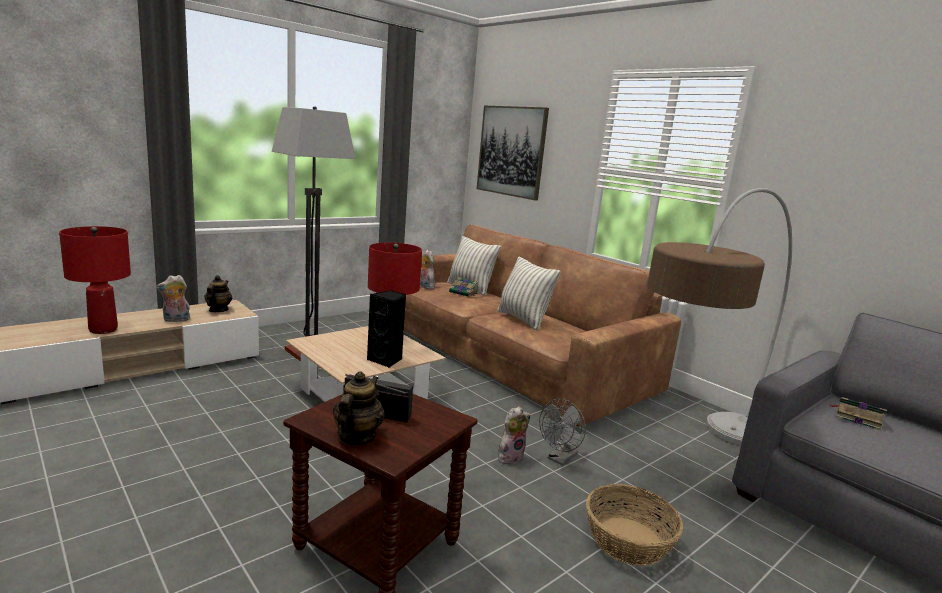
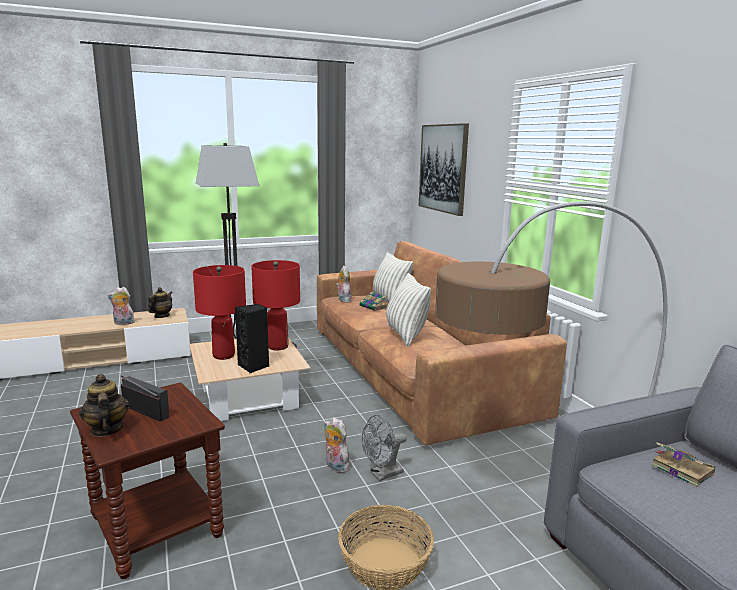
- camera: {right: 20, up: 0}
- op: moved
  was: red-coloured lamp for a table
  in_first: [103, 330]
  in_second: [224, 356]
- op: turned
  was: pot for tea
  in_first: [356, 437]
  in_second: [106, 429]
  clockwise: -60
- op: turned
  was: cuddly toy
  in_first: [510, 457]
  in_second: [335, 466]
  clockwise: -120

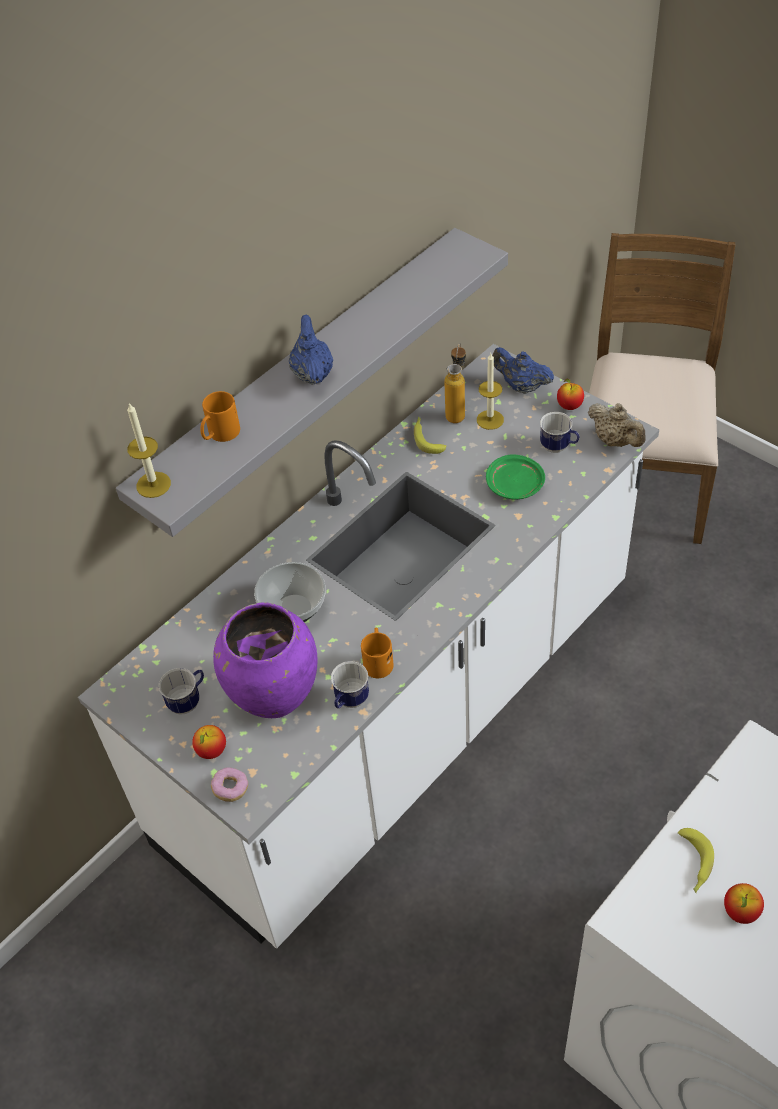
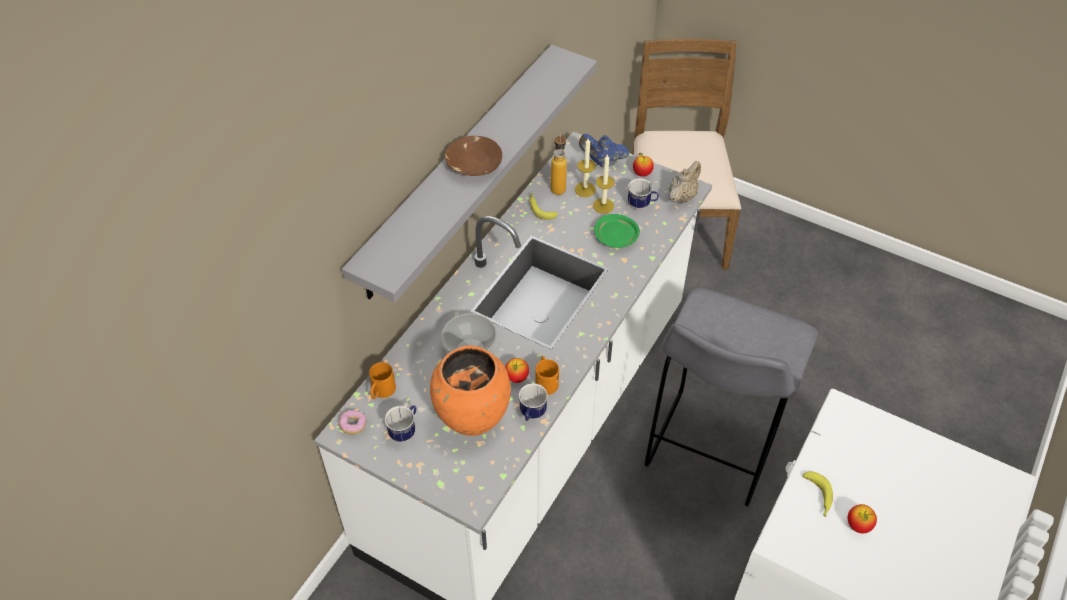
- camera: {right: -15, up: 0}
- op: moved
  was: wax candle
  in_first: [153, 484]
  in_second: [603, 206]
- op: moved
  was: apple
  in_first: [212, 751]
  in_second: [517, 378]
- op: moved
  was: orangey tea mug
  in_first: [220, 435]
  in_second: [381, 392]
- op: moved
  was: ring doughnut
  in_first: [231, 788]
  in_second: [353, 425]
- op: recoloured
  was: purple vase
  now: orangey vase
  in_first: [274, 699]
  in_second: [472, 420]
- op: replaced
  was: blue pot for tea
  now: brown serving bowl
  in_first: [312, 373]
  in_second: [473, 165]
- op: turned
  was: sand-coloured pot for tea
  in_first: [615, 441]
  in_second: [682, 196]
  clockwise: -90
- op: added
  now: gray stool
  in_second: [709, 452]

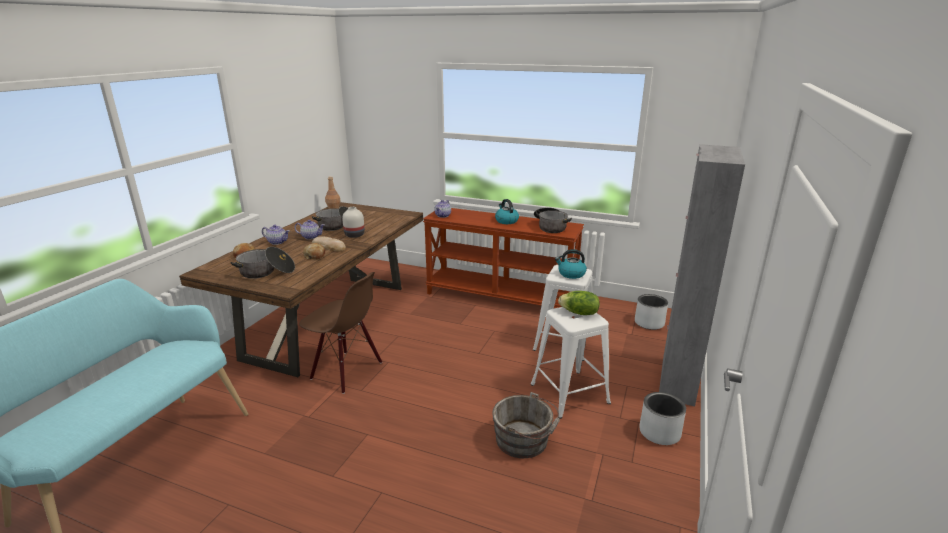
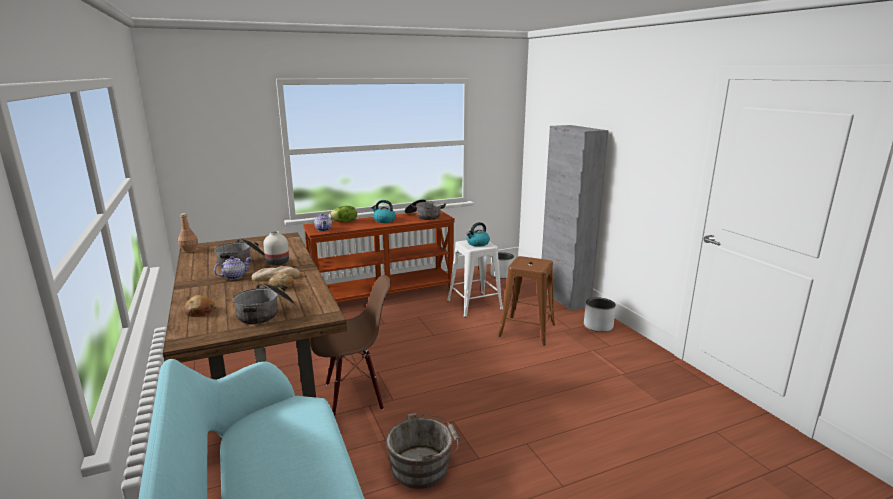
- camera: {right: -45, up: -5}
- op: removed
  was: pot for tea
  in_first: [277, 242]
- op: moved
  was: gray pail
  in_first: [524, 441]
  in_second: [423, 467]
- op: recoloured
  was: white-coloured stool
  now: brown stool
  in_first: [569, 393]
  in_second: [527, 330]
- op: moved
  was: lettuce head
  in_first: [579, 313]
  in_second: [344, 222]

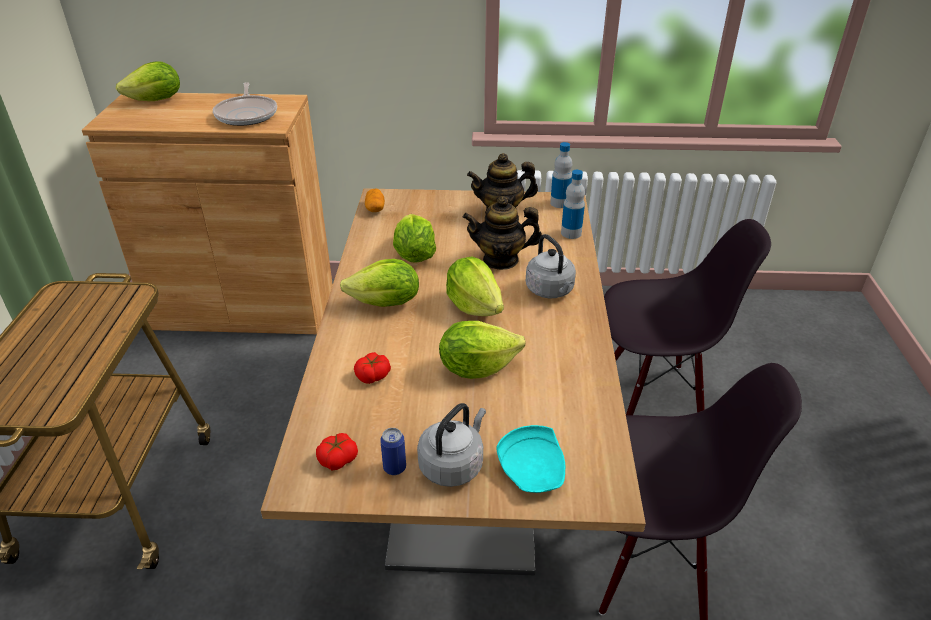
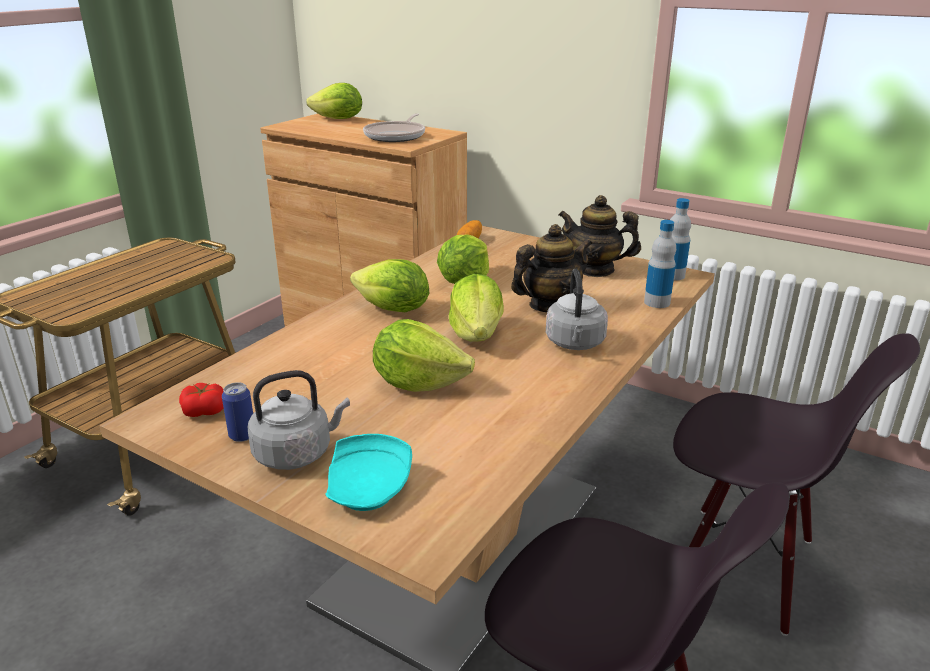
- camera: {right: 30, up: -10}
- op: removed
  was: fresh tomato
  in_first: [373, 375]
- op: turned
  was: pot for tea
  in_first: [501, 260]
  in_second: [549, 305]
  clockwise: 120

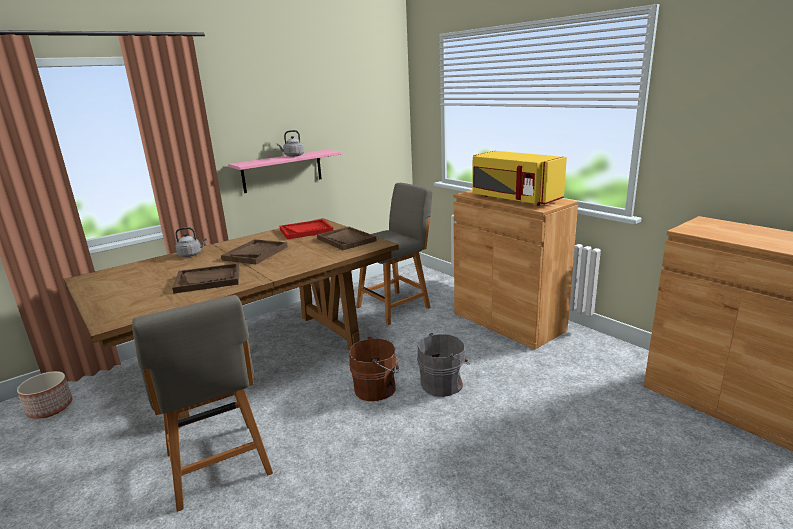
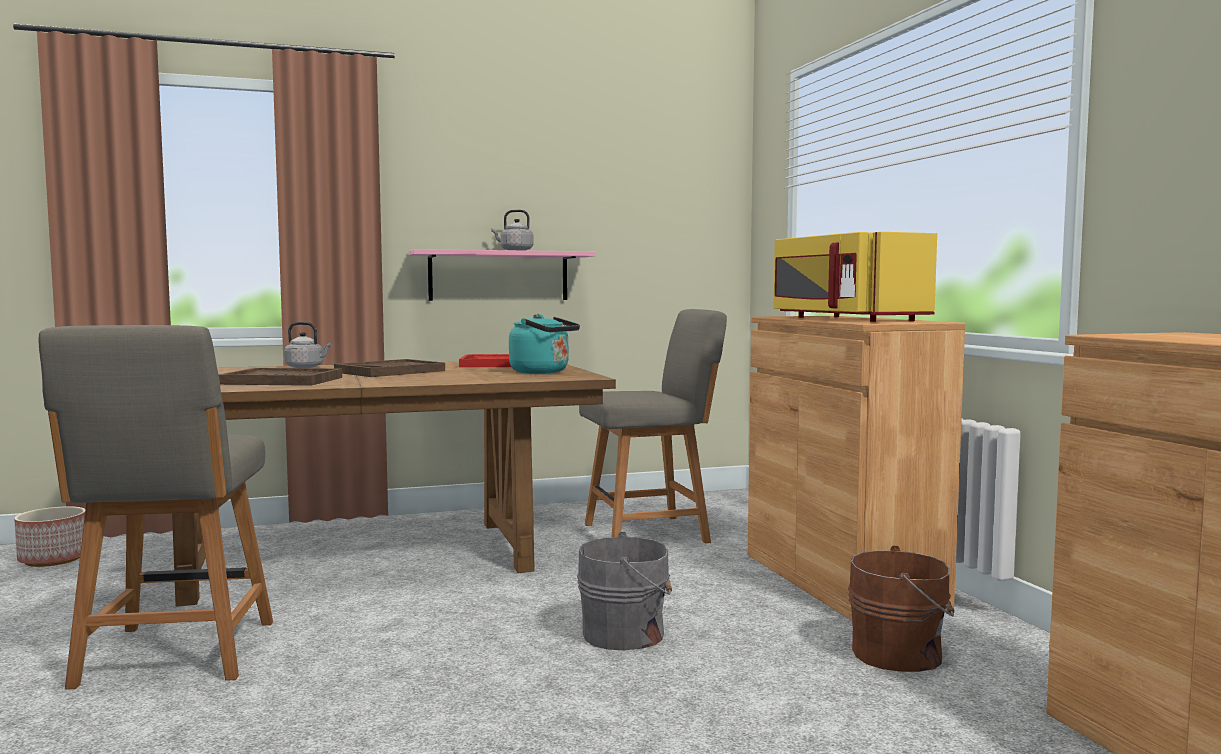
- camera: {right: 20, up: -15}
- op: replaced
  was: brown carrying tray
  now: blue-green tea kettle
  in_first: [346, 240]
  in_second: [543, 372]
- op: moved
  was: brown pail
  in_first: [377, 388]
  in_second: [901, 654]

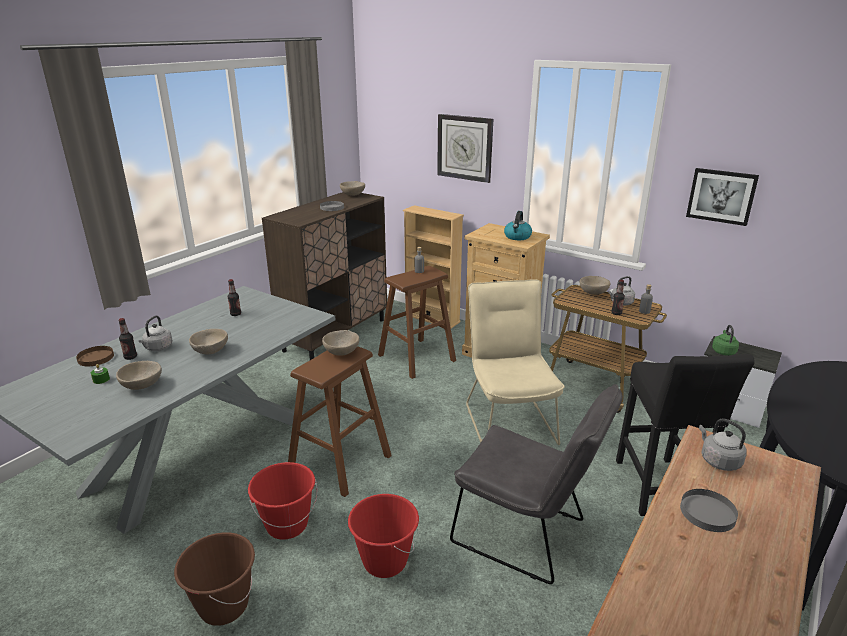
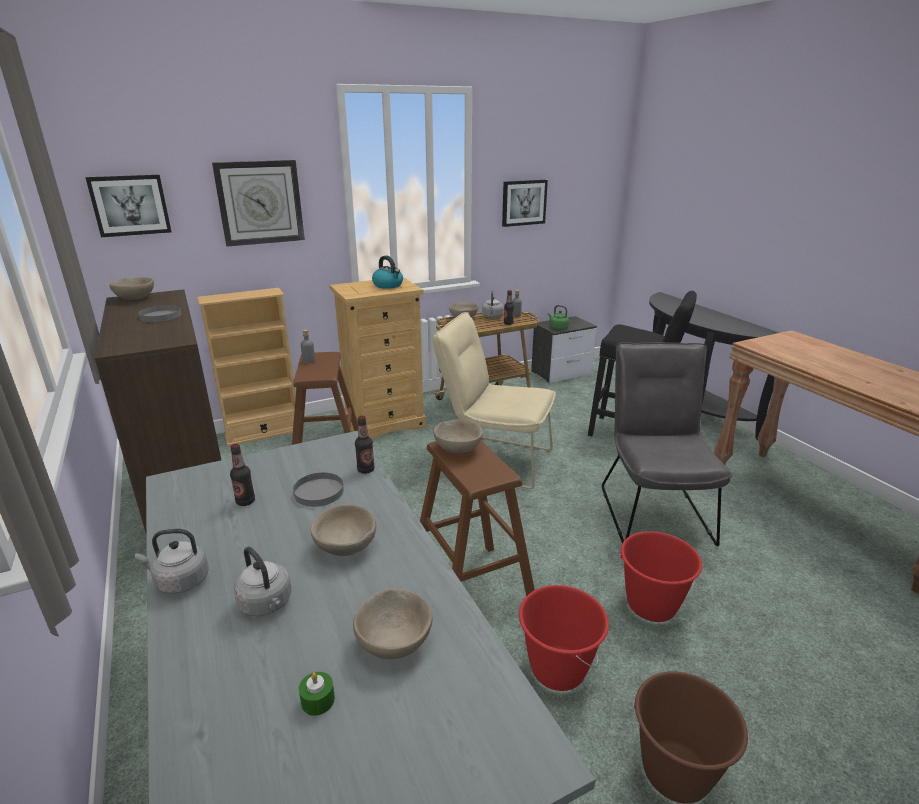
- camera: {right: -60, up: 0}
- op: removed
  was: brown dinner plate
  in_first: [96, 358]
- op: moved
  was: bottle
  in_first: [130, 357]
  in_second: [365, 470]
- op: turned
  was: gray chair
  in_first: [527, 535]
  in_second: [652, 509]
  clockwise: -60
- op: moved
  was: gray dinner plate
  in_first: [707, 512]
  in_second: [318, 492]
- op: moved
  was: gray tea kettle
  in_first: [718, 461]
  in_second: [180, 581]
- op: added
  now: picture
  in_second: [130, 205]

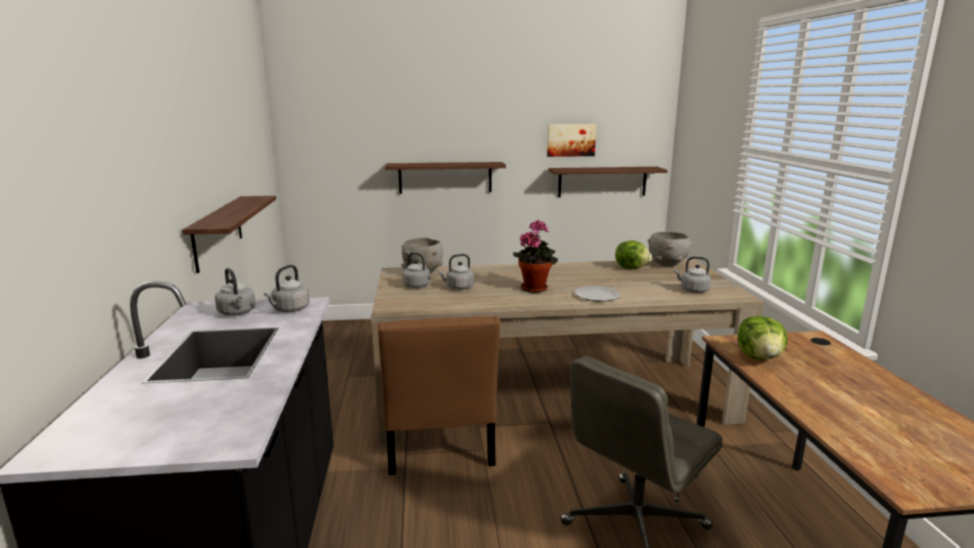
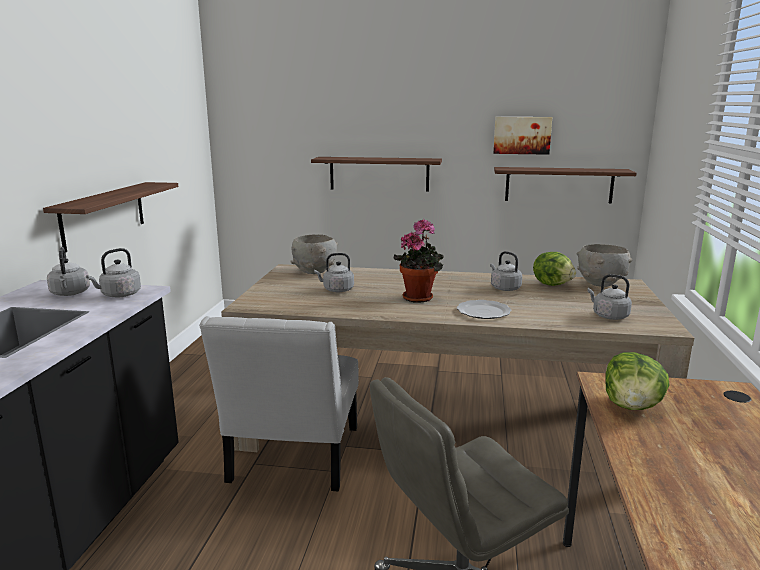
- camera: {right: 15, up: 0}
- op: recoloured
  was: brown chair
  now: white-coloured chair
  in_first: [439, 445]
  in_second: [292, 459]
- op: moved
  was: gray tea kettle
  in_first: [415, 285]
  in_second: [504, 288]

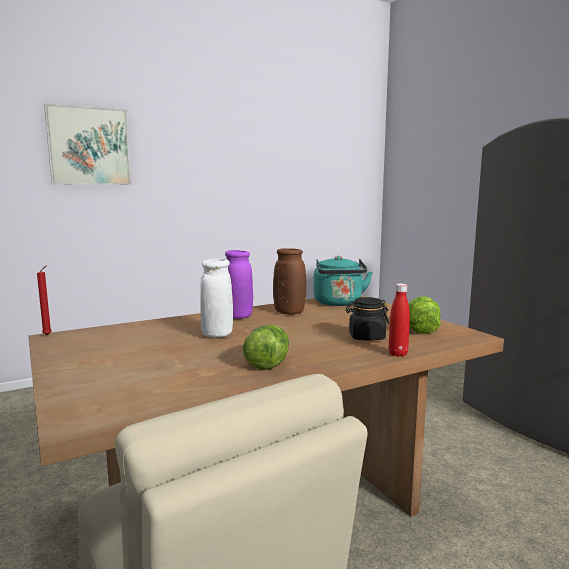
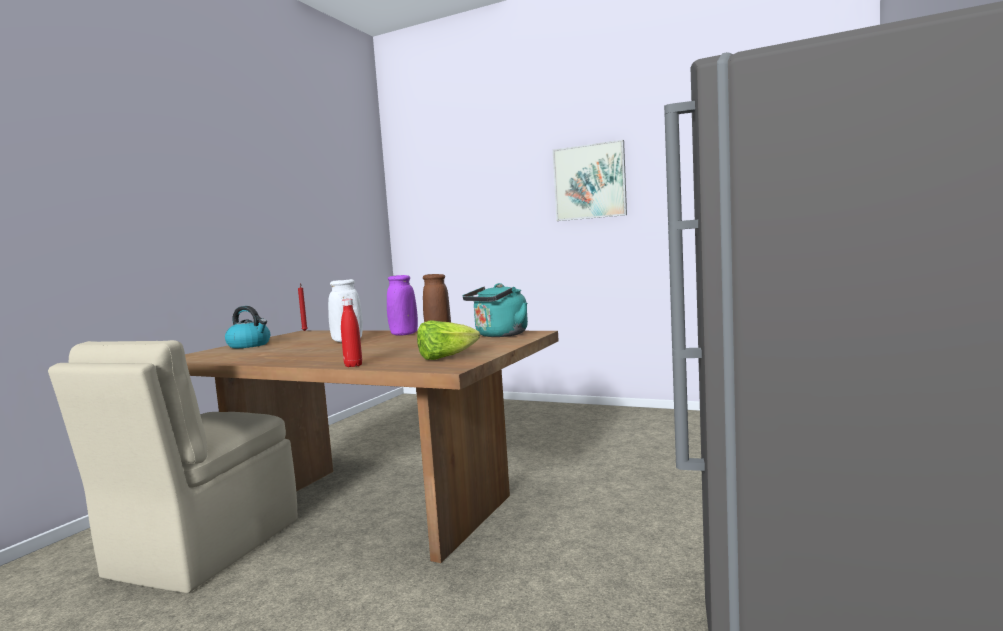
- camera: {right: 55, up: -5}
- op: moved
  was: picture
  in_first: [89, 146]
  in_second: [589, 182]
- op: removed
  was: lettuce head
  in_first: [267, 362]
- op: removed
  was: black preserve jar
  in_first: [366, 337]
- op: added
  now: tea kettle
  in_second: [250, 345]

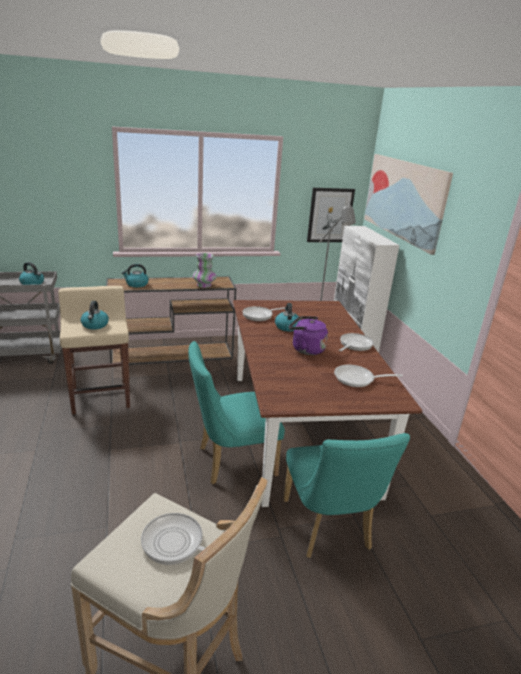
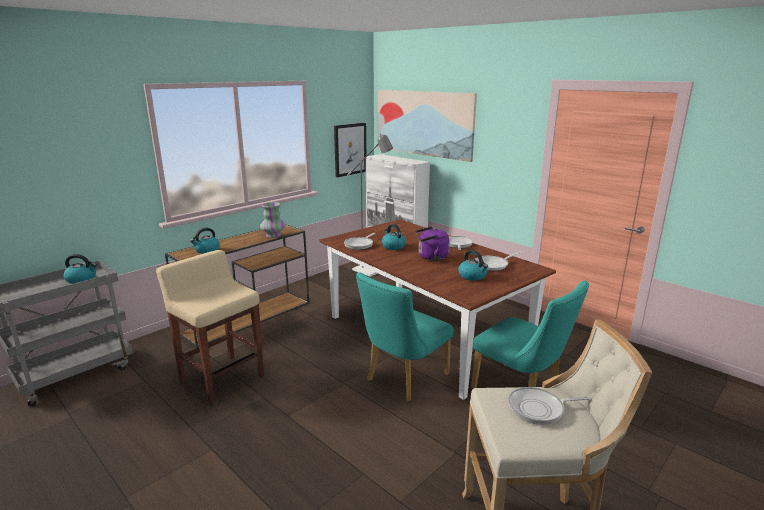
- camera: {right: -30, up: -5}
- op: moved
  was: tea kettle
  in_first: [95, 325]
  in_second: [473, 276]

